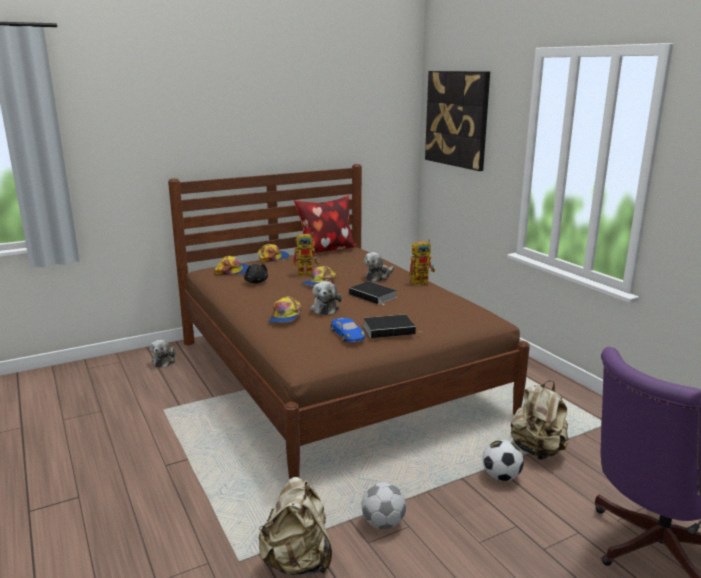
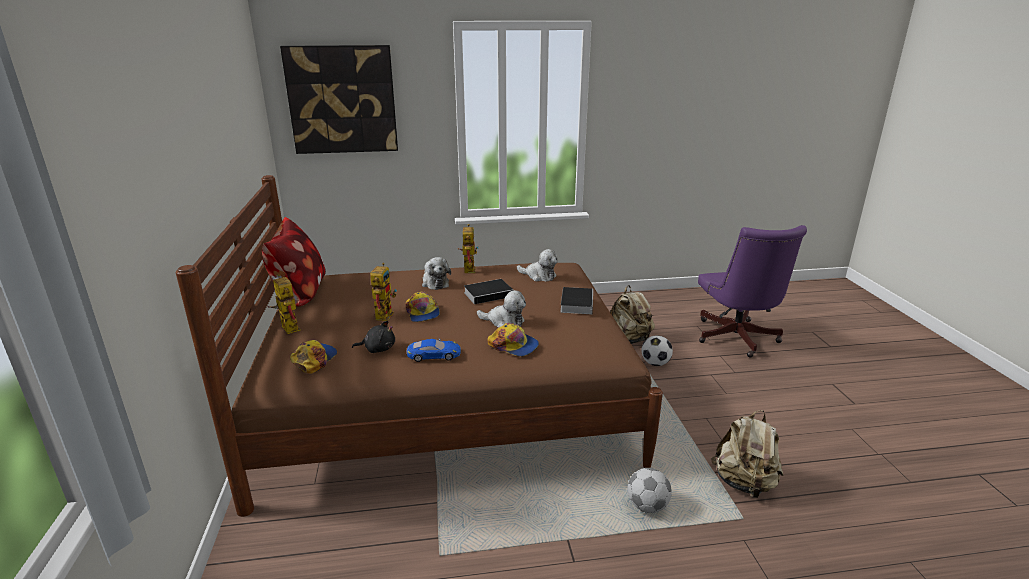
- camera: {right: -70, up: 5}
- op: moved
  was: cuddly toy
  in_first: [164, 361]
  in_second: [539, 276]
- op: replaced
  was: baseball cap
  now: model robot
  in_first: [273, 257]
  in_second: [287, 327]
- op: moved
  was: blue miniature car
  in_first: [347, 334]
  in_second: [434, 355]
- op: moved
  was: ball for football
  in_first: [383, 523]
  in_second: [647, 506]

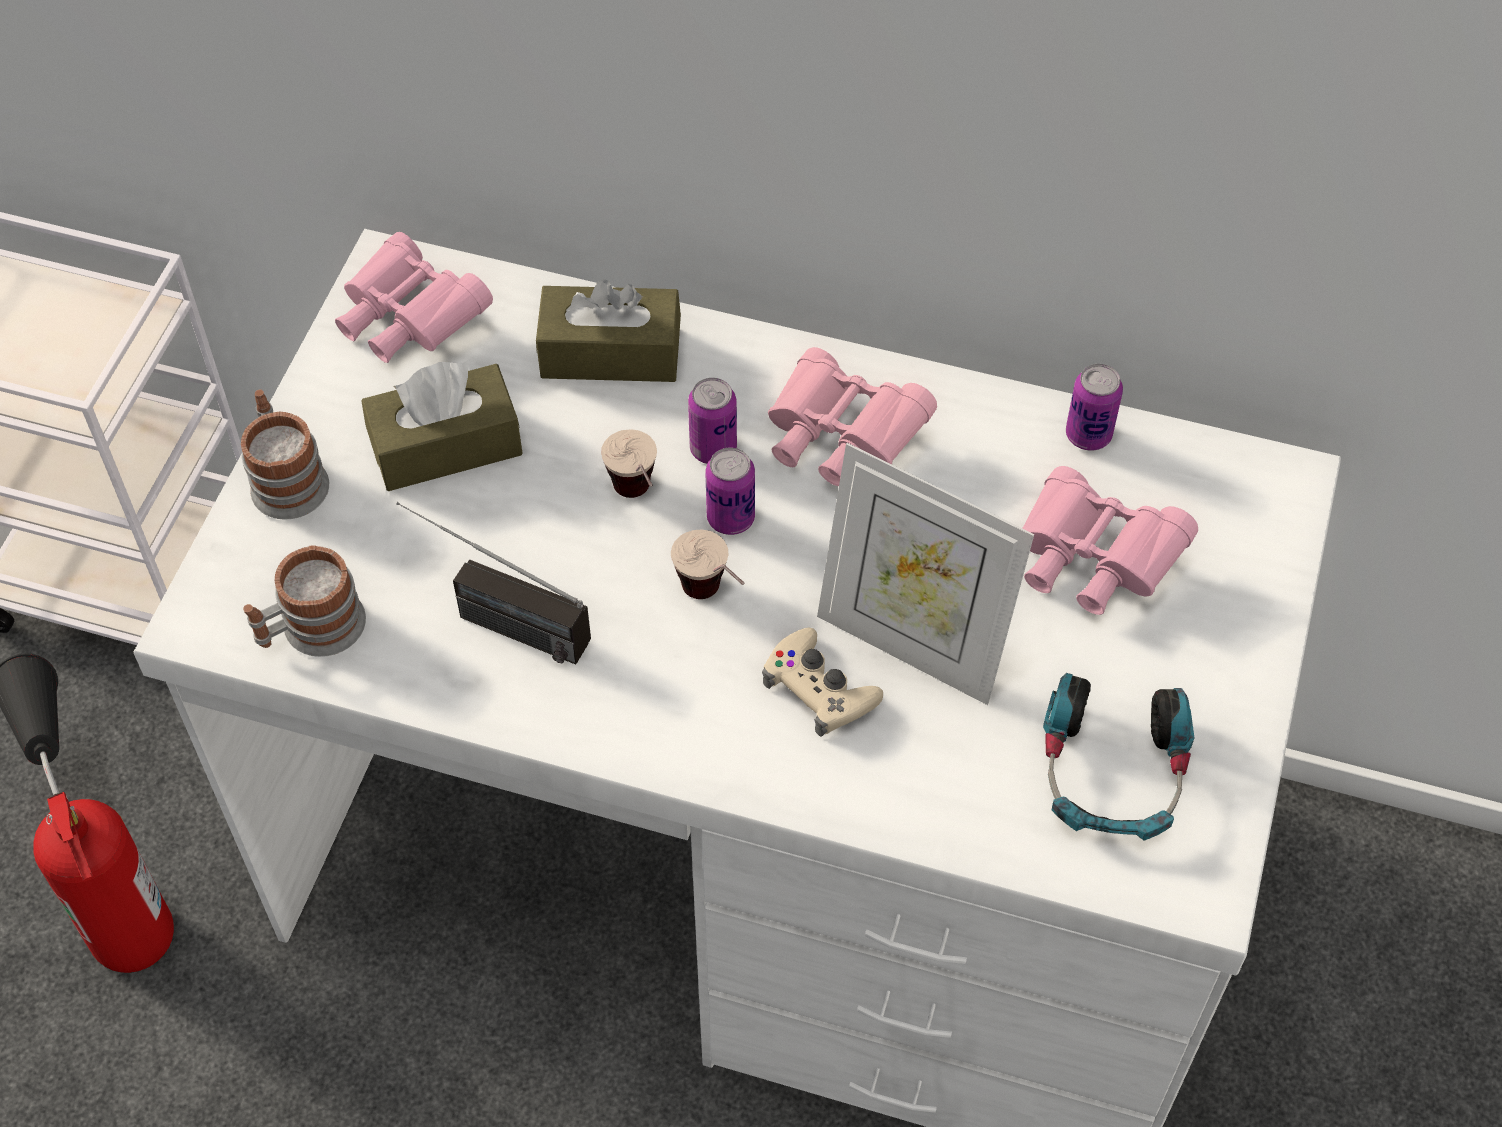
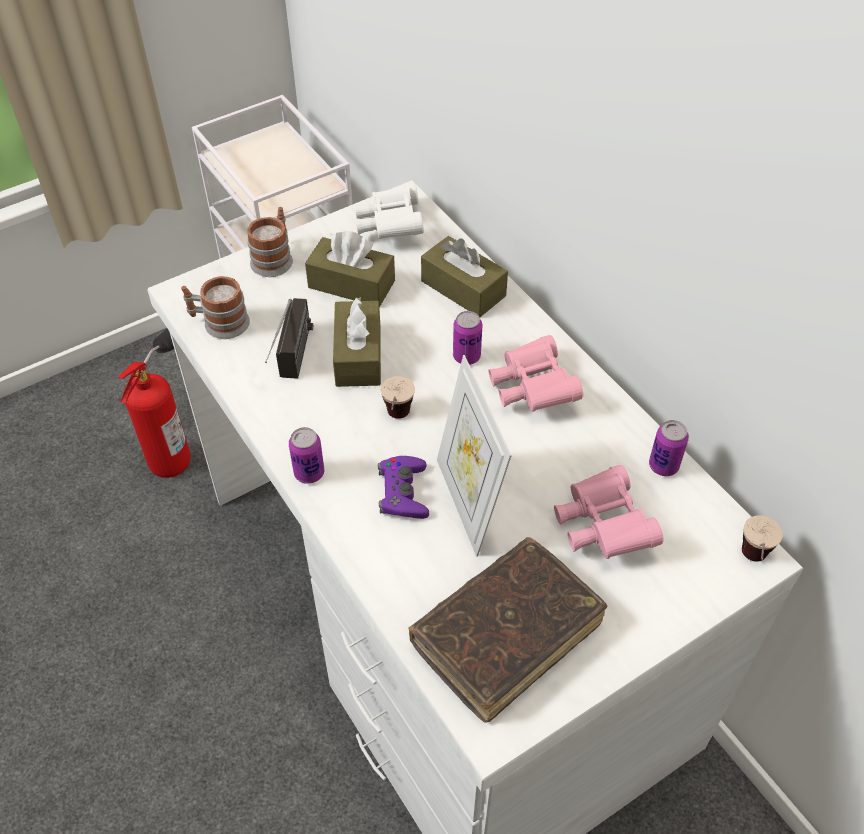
- camera: {right: 40, up: -5}
- op: recoloured
  was: pink-coloured pair of binoculars
  now: white-coloured pair of binoculars
  in_first: [409, 321]
  in_second: [390, 226]
- op: turned
  was: radio set
  in_first: [492, 619]
  in_second: [294, 366]
  clockwise: -150
- op: moved
  was: drinking cup
  in_first: [638, 501]
  in_second: [751, 564]
- op: moved
  was: metal can
  in_first: [730, 518]
  in_second: [309, 473]
- op: recoloured
  was: sand-coloured joypad
  now: purple joypad
  in_first: [819, 689]
  in_second: [403, 492]
- op: replaced
  was: pair of headphones
  now: brown book
  in_first: [1112, 772]
  in_second: [506, 634]
- op: added
  now: brown box of tissues
  in_second: [358, 355]

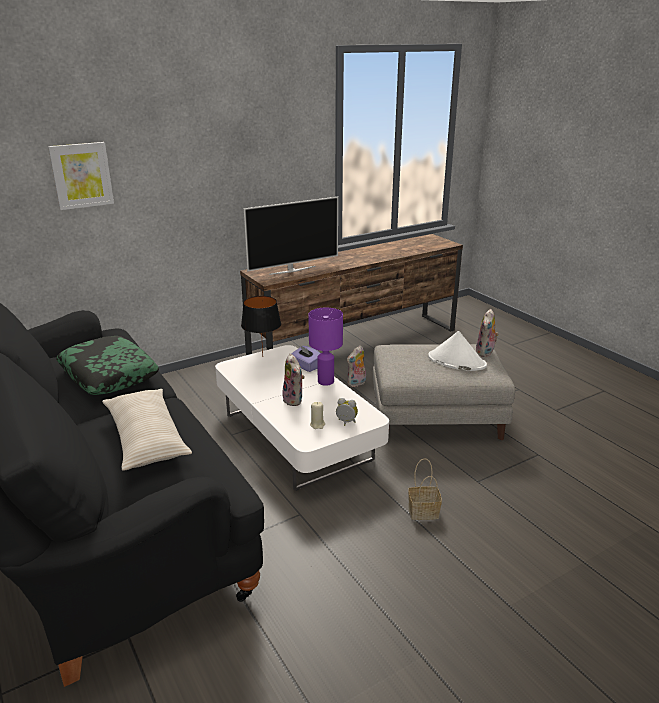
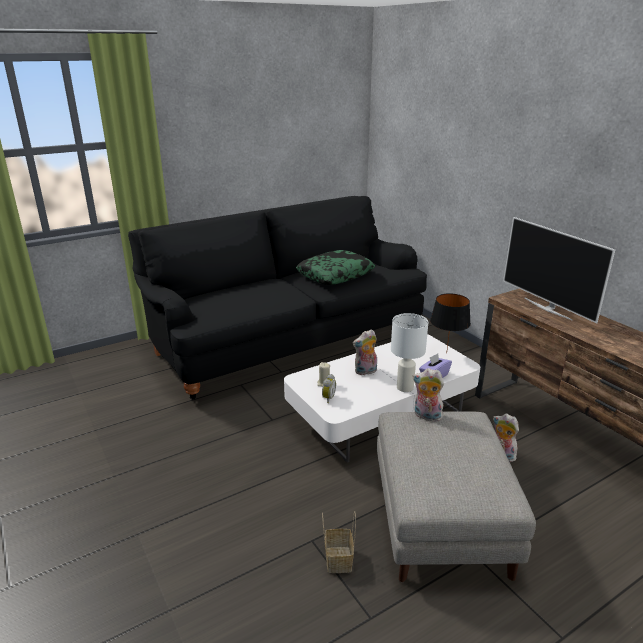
- camera: {right: 90, up: 0}
- op: removed
  was: picture
  in_first: [81, 175]
- op: removed
  was: sand-coloured pillow
  in_first: [146, 438]
- op: recoloured
  was: purple lamp for a table
  now: white-coloured lamp for a table
  in_first: [325, 381]
  in_second: [404, 387]
- op: moved
  was: household basket
  in_first: [422, 512]
  in_second: [338, 558]
- op: removed
  was: white-coloured hat
  in_first: [456, 361]
- op: moved
  was: cuddly toy
  in_first: [485, 353]
  in_second: [426, 416]

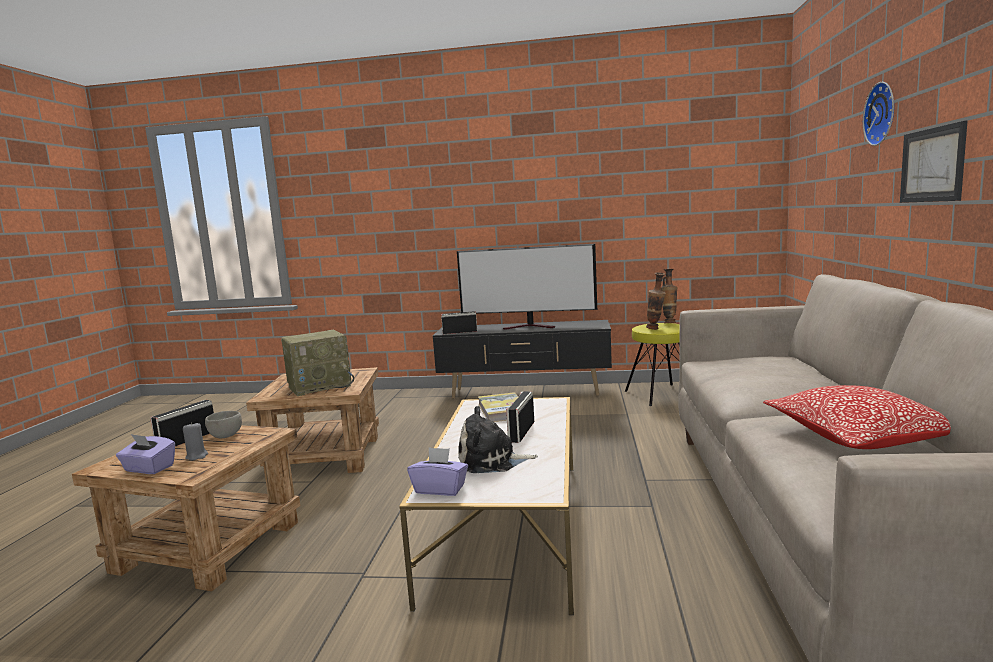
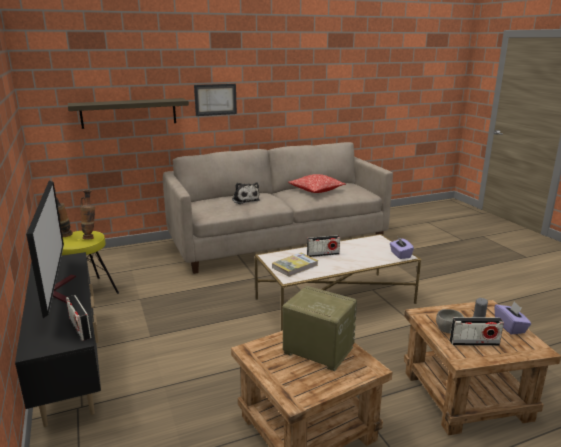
- camera: {right: -120, up: 10}
- op: moved
  was: cuddly toy
  in_first: [492, 461]
  in_second: [245, 200]
- op: removed
  was: wall clock
  in_first: [883, 113]
- op: added
  now: wall shelf
  in_second: [129, 113]

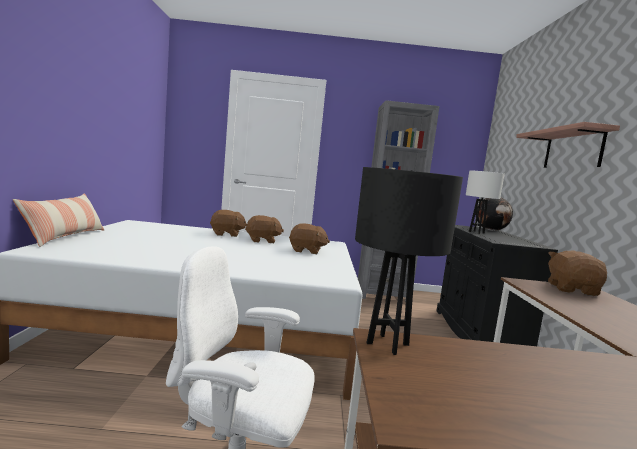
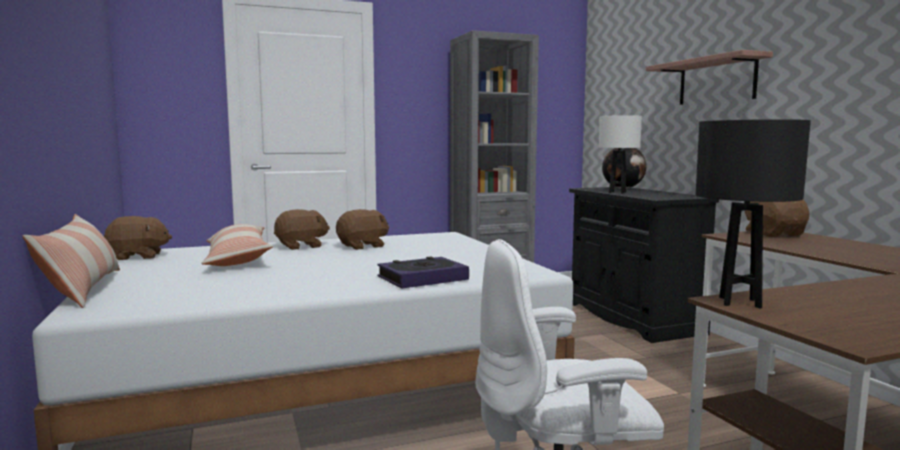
- camera: {right: -20, up: 0}
- op: moved
  was: brown cuddly toy
  in_first: [307, 251]
  in_second: [138, 256]
- op: added
  now: pillow
  in_second: [237, 259]
- op: added
  now: book
  in_second: [422, 278]

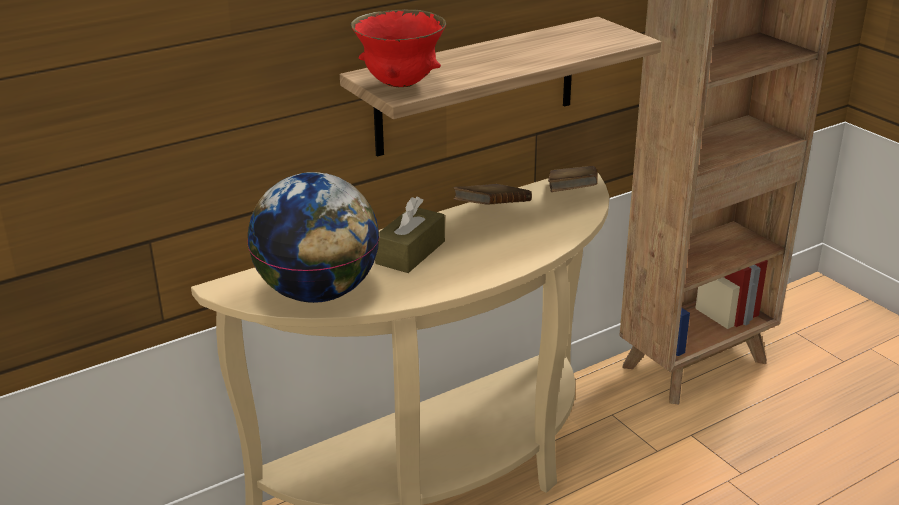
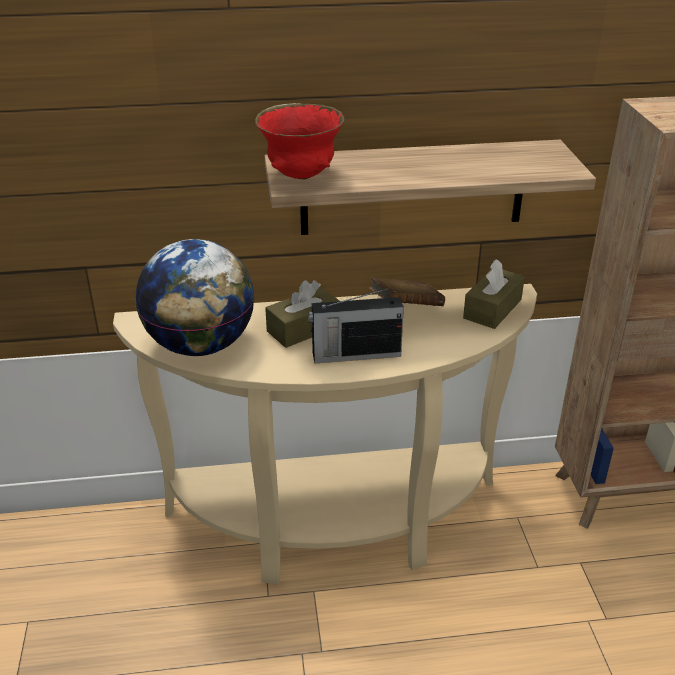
- camera: {right: 25, up: 5}
- op: replaced
  was: brown book
  now: brown box of tissues
  in_first: [572, 194]
  in_second: [492, 309]
- op: added
  now: radio set
  in_second: [354, 354]

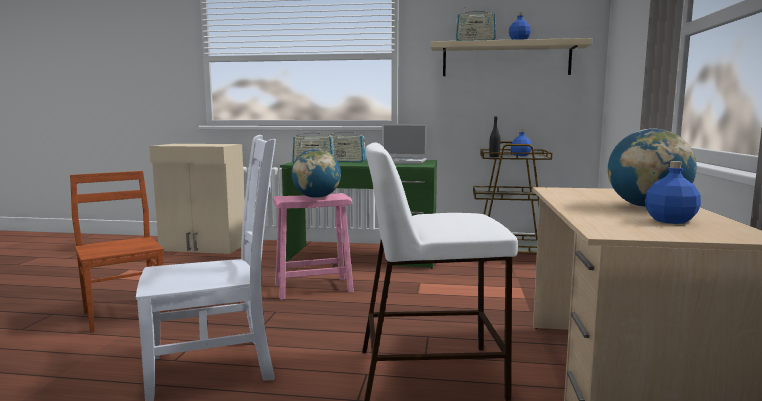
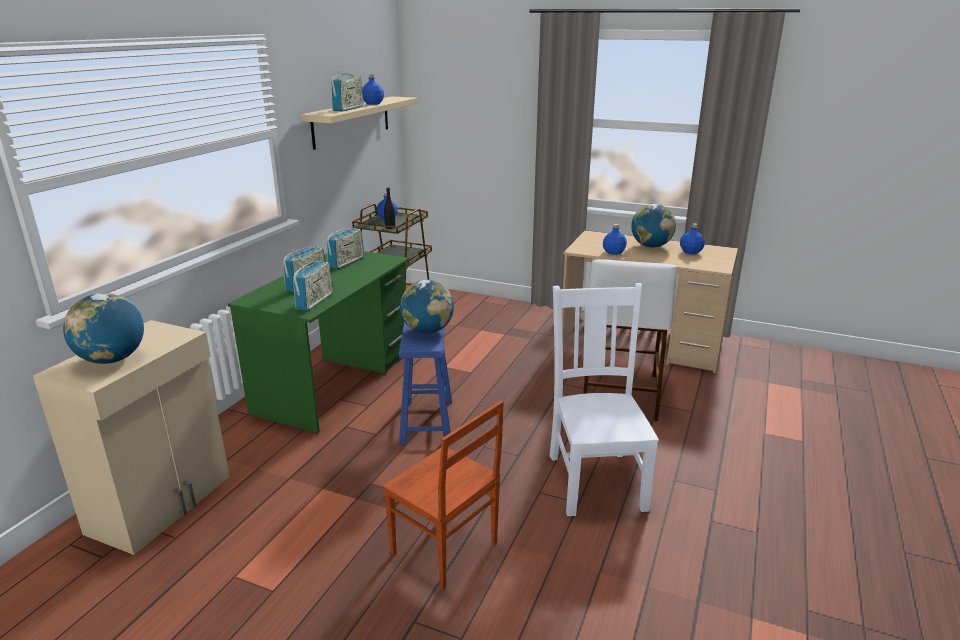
- camera: {right: -75, up: 15}
- op: turned
  was: brown chair
  in_first: [125, 314]
  in_second: [444, 550]
  clockwise: -120
- op: recoloured
  was: pink-coloured stool
  now: blue stool
  in_first: [313, 288]
  in_second: [427, 421]
- op: replaced
  was: notebook computer
  now: radio set
  in_first: [401, 162]
  in_second: [346, 262]
- op: added
  now: world globe
  in_second: [112, 359]
- op: added
  now: blue bottle
  in_second: [614, 252]

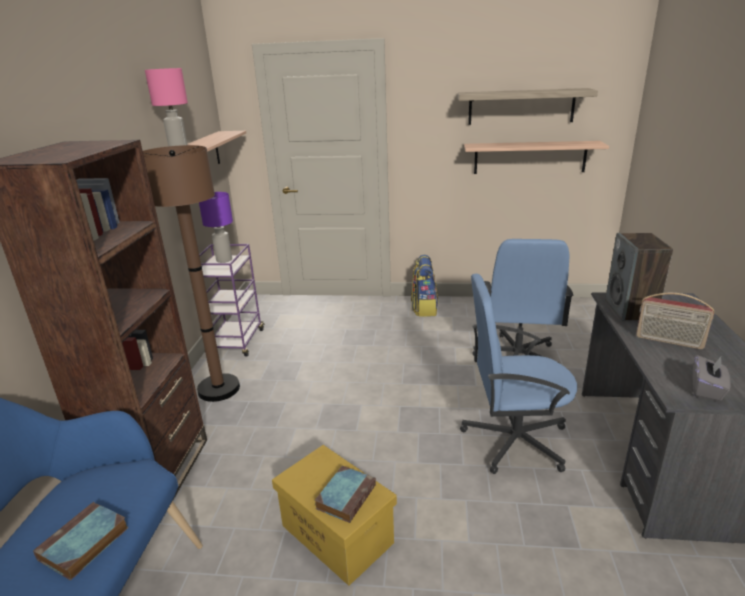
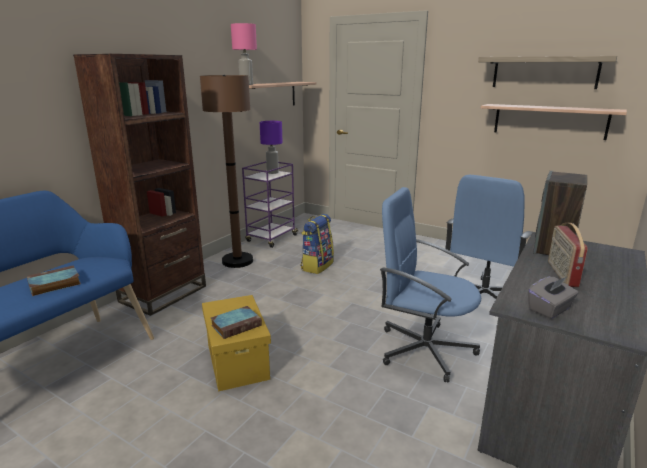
- camera: {right: 25, up: -5}
- op: moved
  was: rucksack
  in_first: [424, 308]
  in_second: [317, 266]
- op: turned
  was: radio set
  in_first: [669, 341]
  in_second: [561, 274]
  clockwise: 45

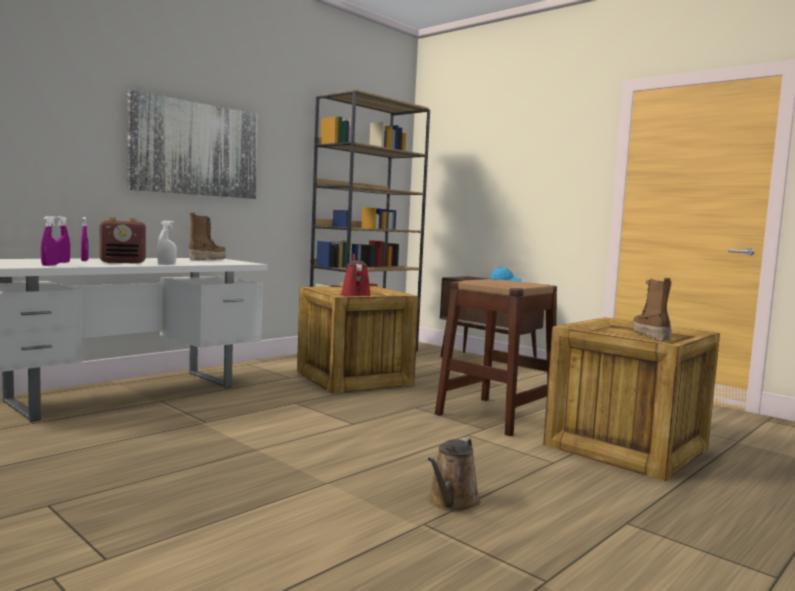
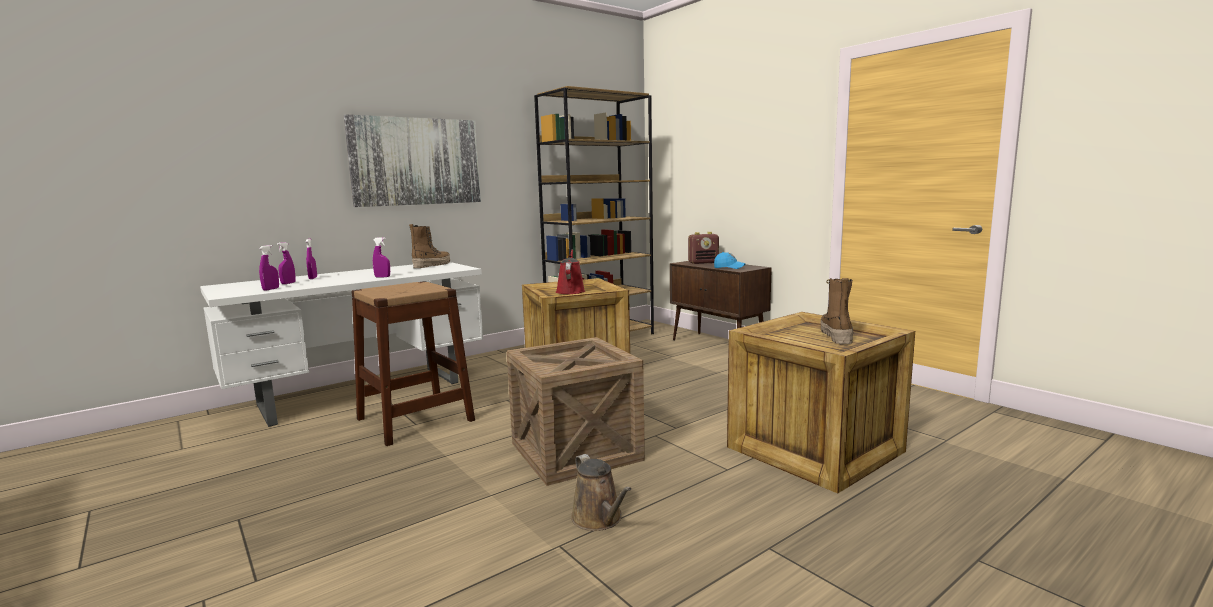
- camera: {right: 10, up: 5}
- op: moved
  was: radio set
  in_first: [123, 262]
  in_second: [703, 262]
- op: recoloured
  was: white-coloured hand sprayer
  now: purple hand sprayer
  in_first: [166, 264]
  in_second: [382, 277]
- op: turned
  was: brown watering can
  in_first: [451, 502]
  in_second: [599, 519]
  clockwise: -60
- op: moved
  was: brown stool
  in_first: [496, 415]
  in_second: [415, 419]
- op: added
  now: packing crate
  in_second: [576, 451]

